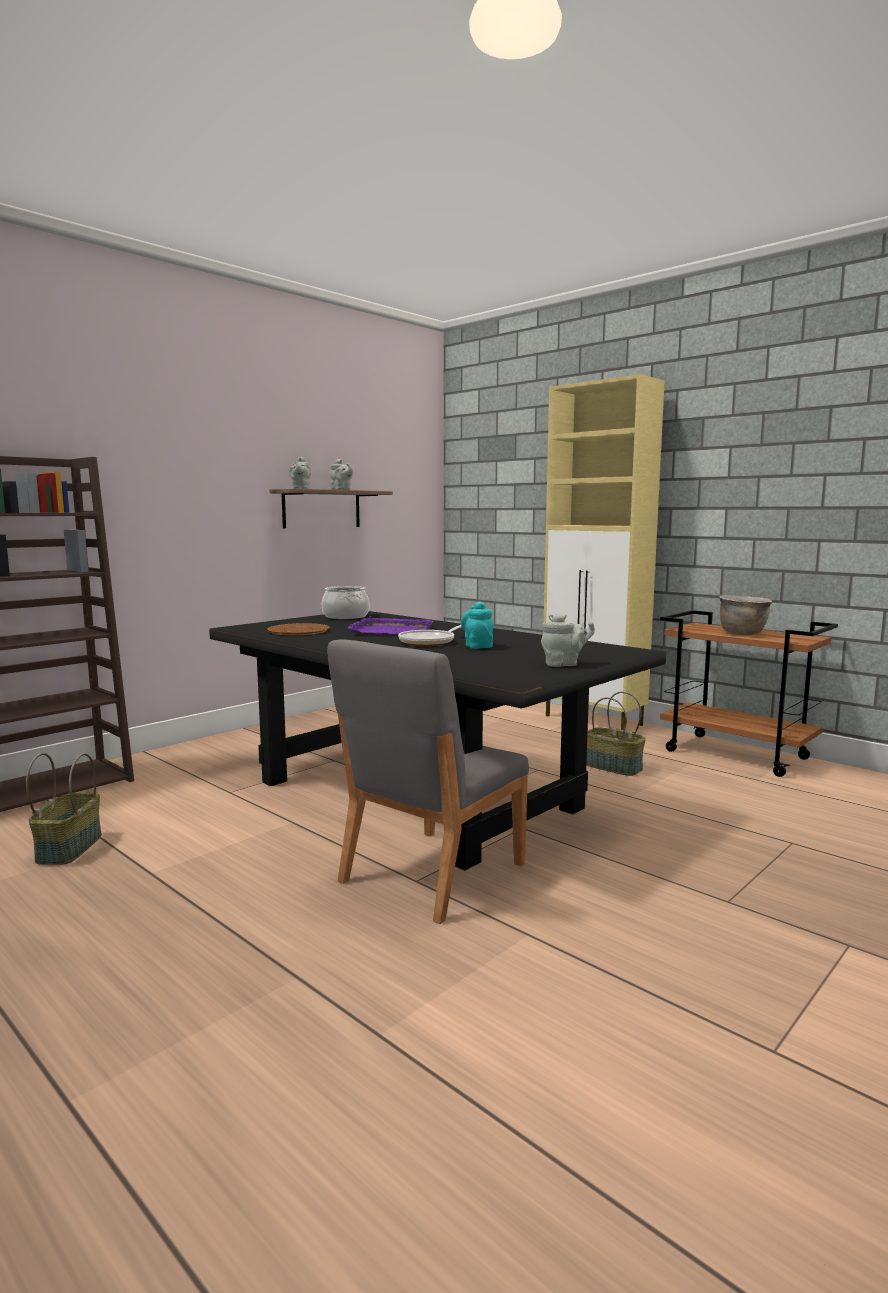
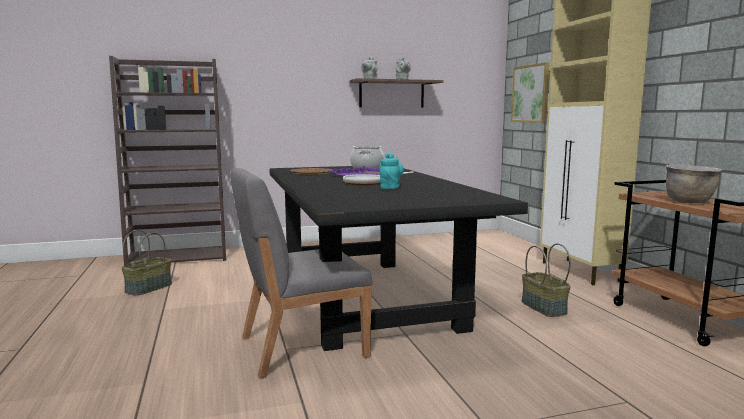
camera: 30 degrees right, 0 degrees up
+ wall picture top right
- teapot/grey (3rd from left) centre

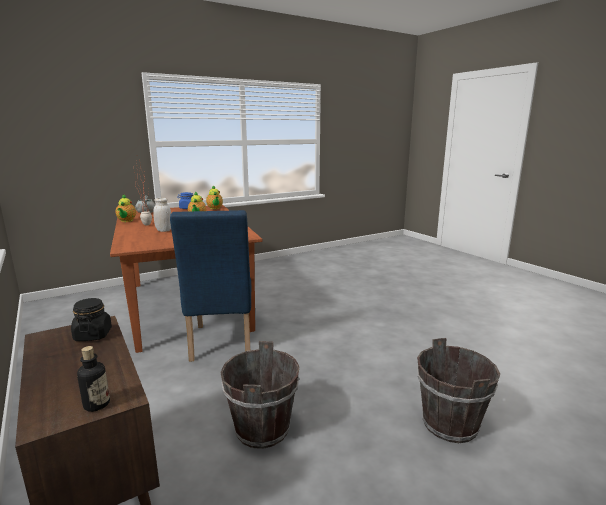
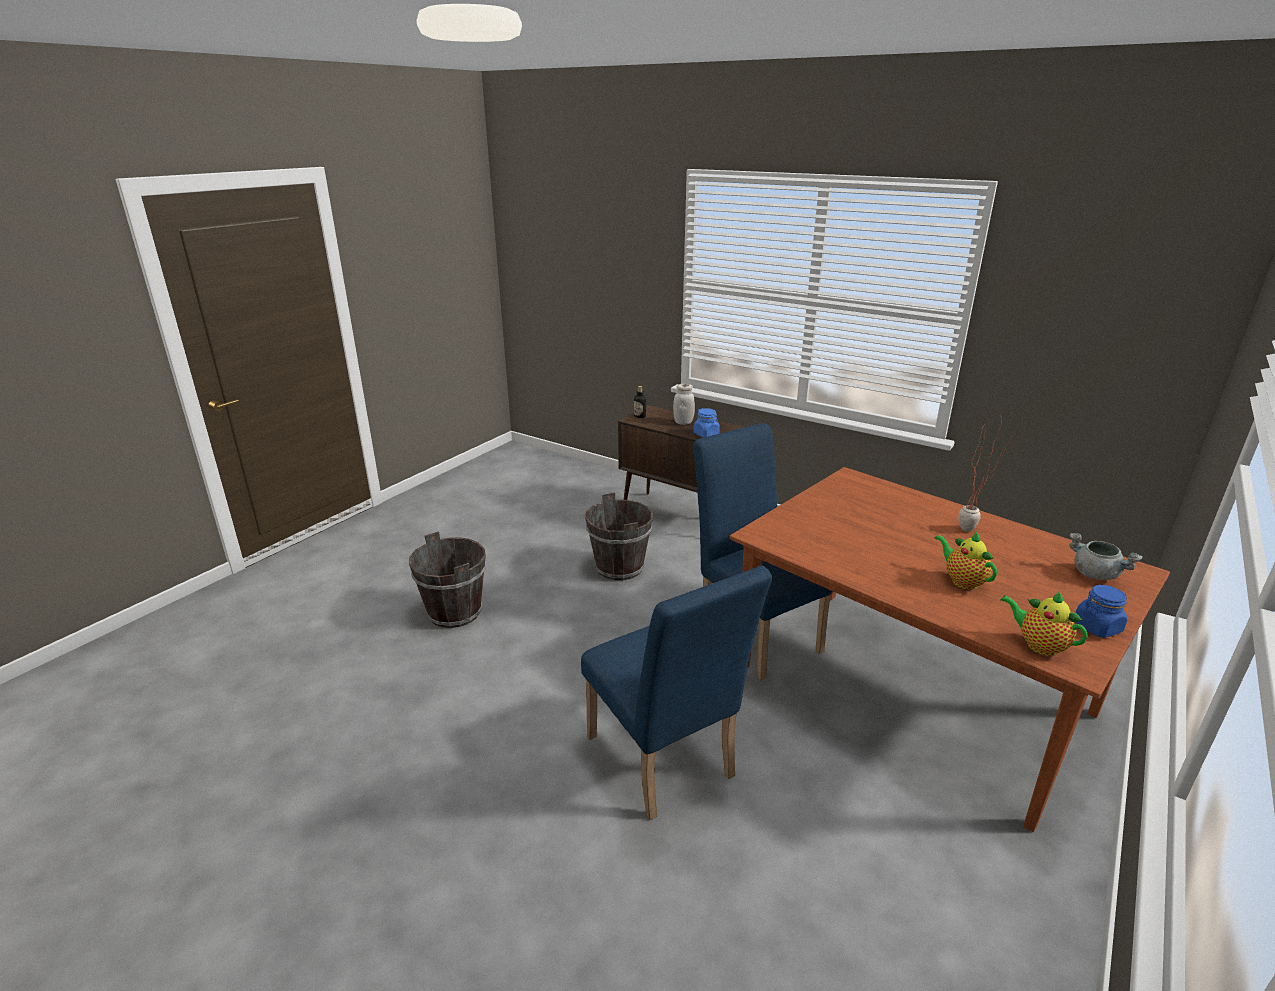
camera: 155 degrees right, 10 degrees up
+ plain chair/blue-coloured (1st from left) bottom centre
~ storage jar/white-coloured middle left to centre
~ storage jar/black middle left to storage jar/blue-coloured (1st from left) centre
- teapot (1st from left) middle left

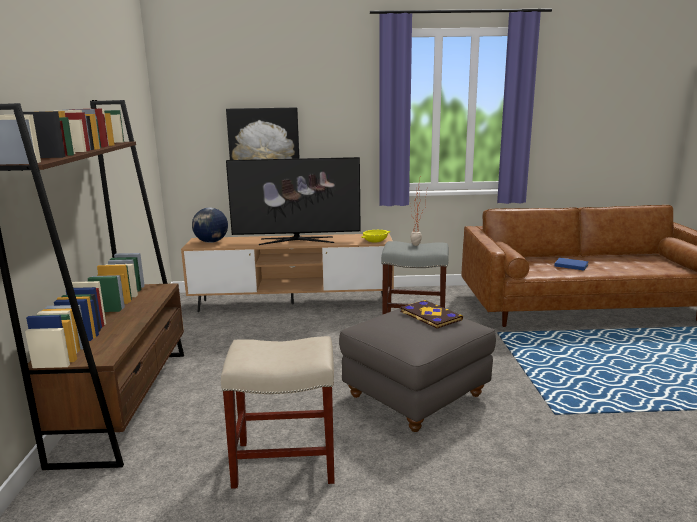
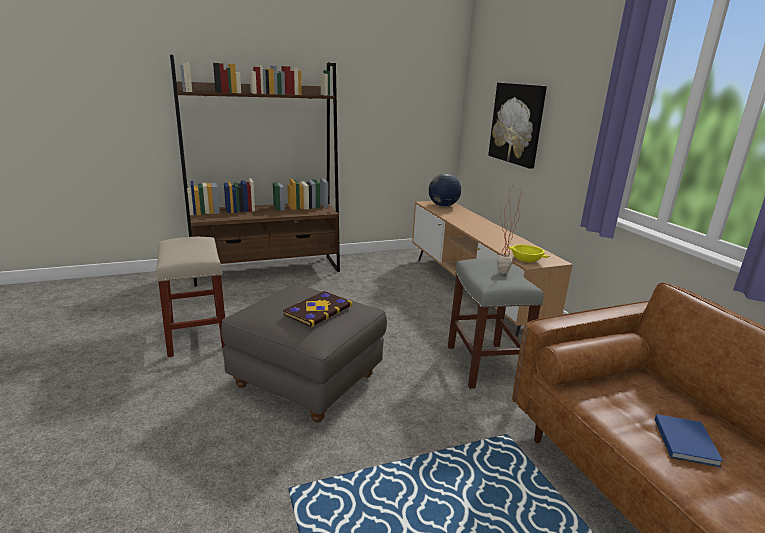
camera: 70 degrees right, 5 degrees up
- television centre

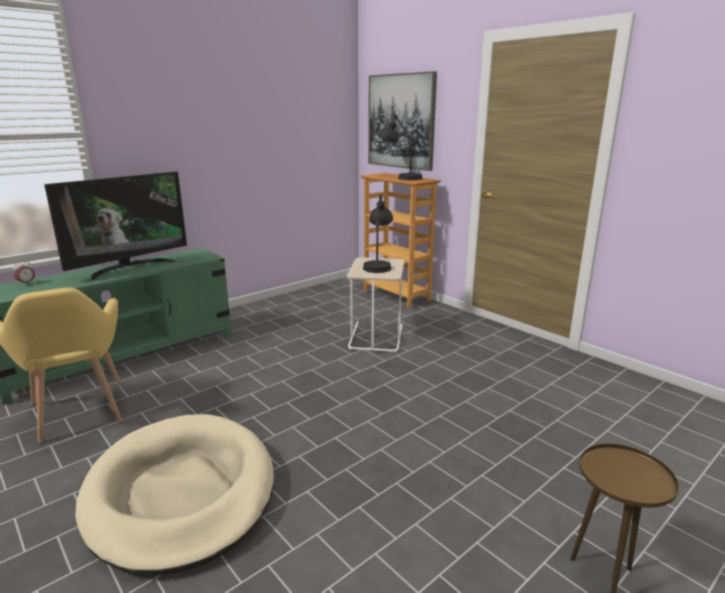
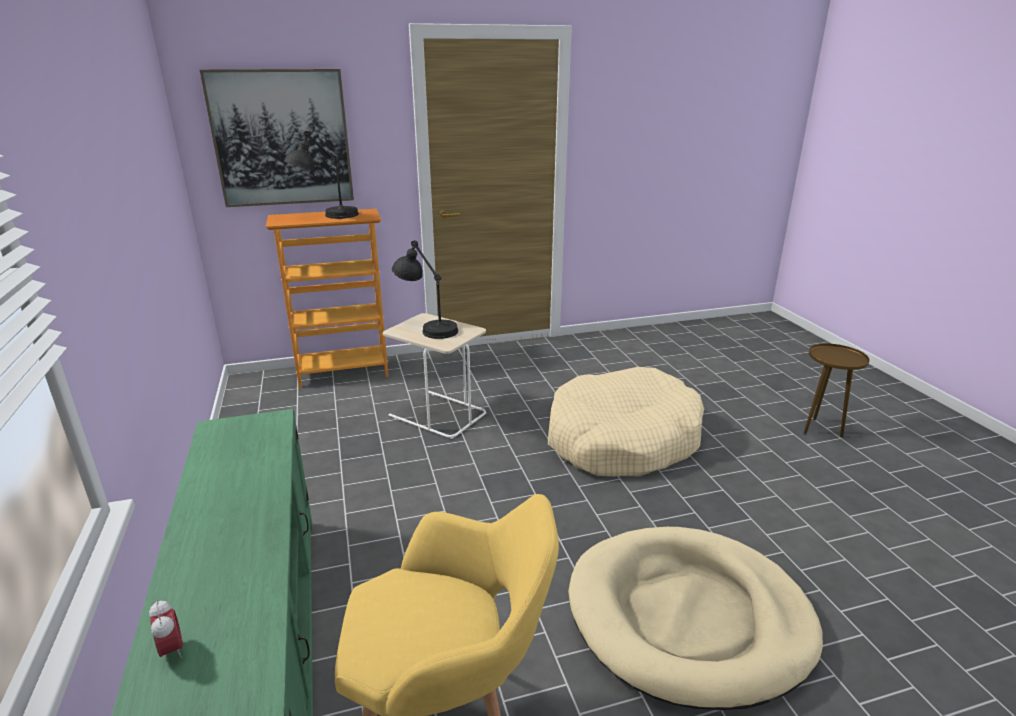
camera: 65 degrees left, 5 degrees up
+ dog cushion/beige (1st from left) centre
- television middle left

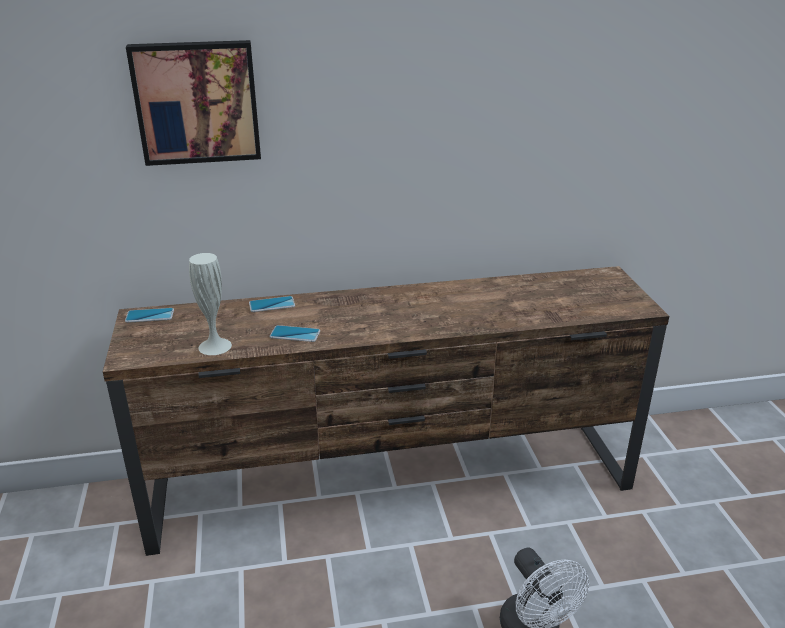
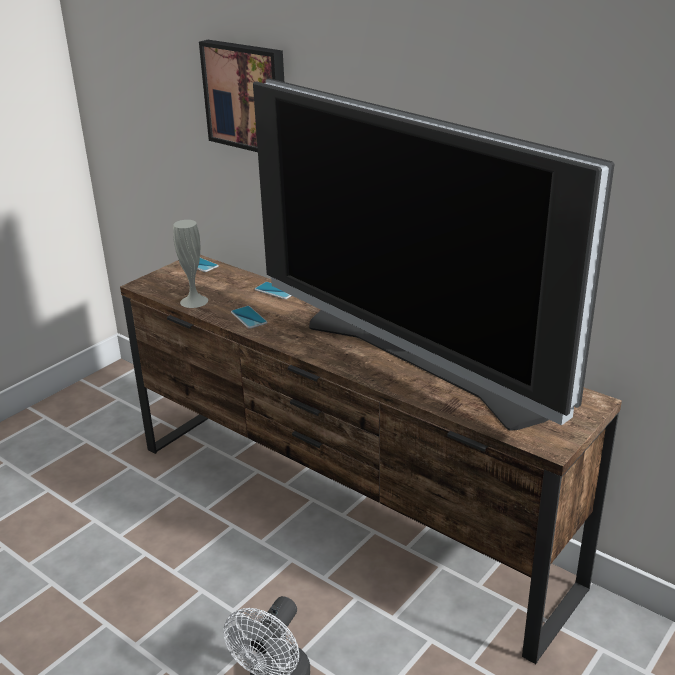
camera: 50 degrees right, 0 degrees up
+ television centre

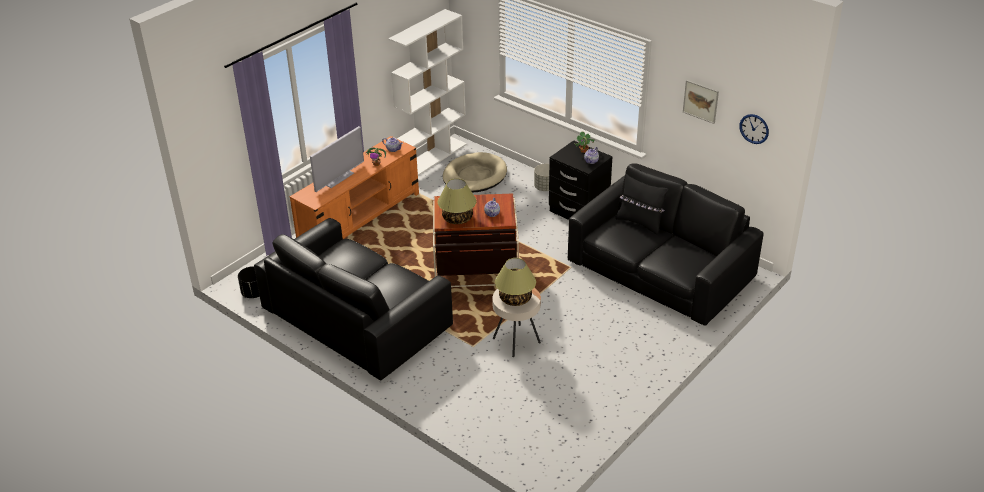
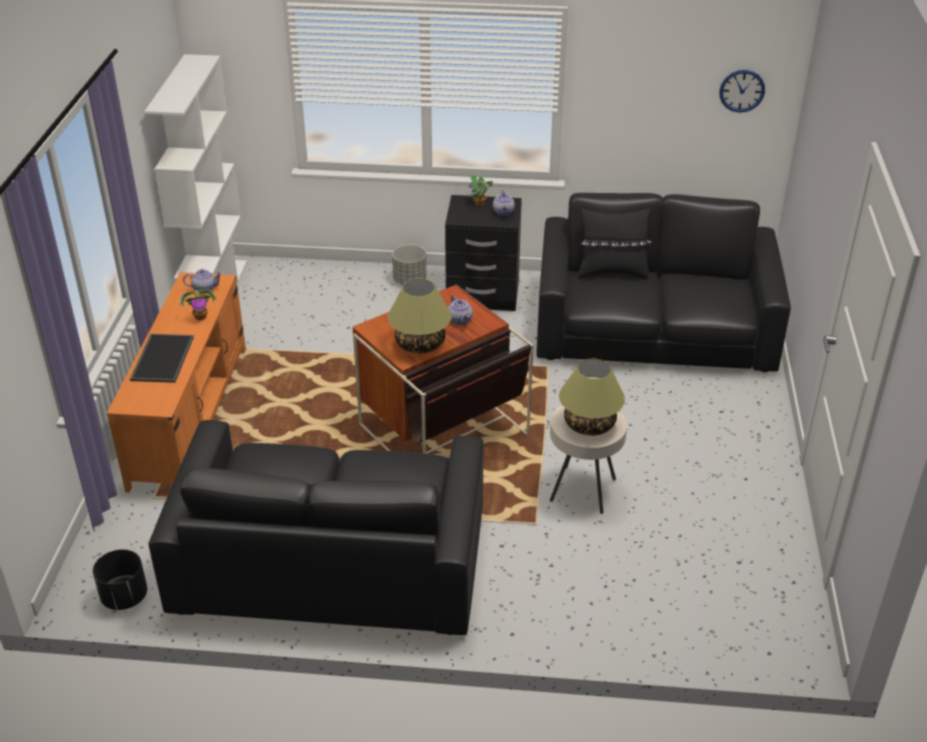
camera: 35 degrees left, 0 degrees up
~ television top centre to tray middle left
- dog cushion/beige centre
- wall picture top right

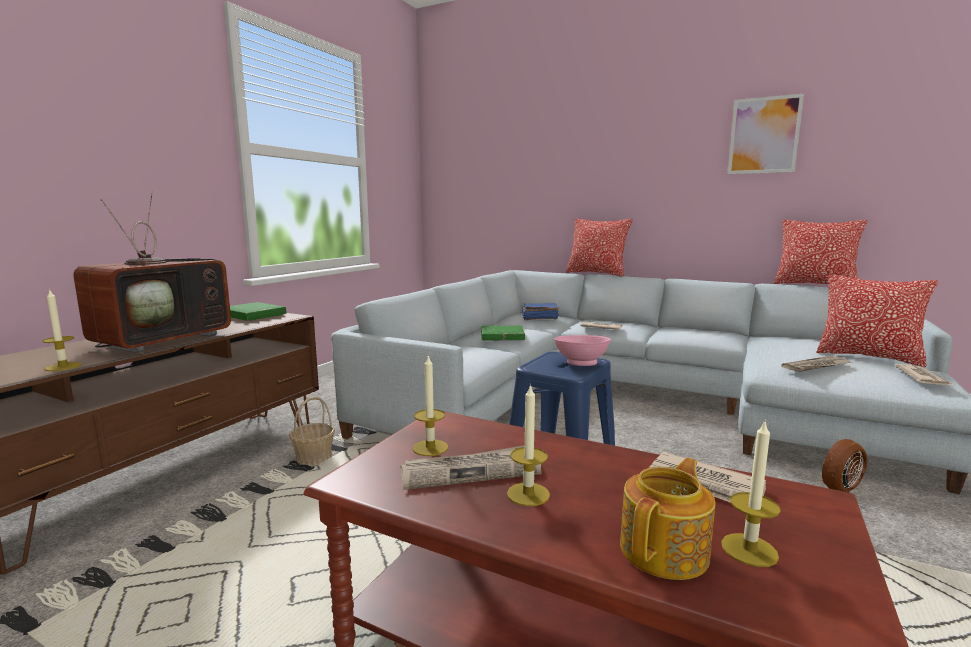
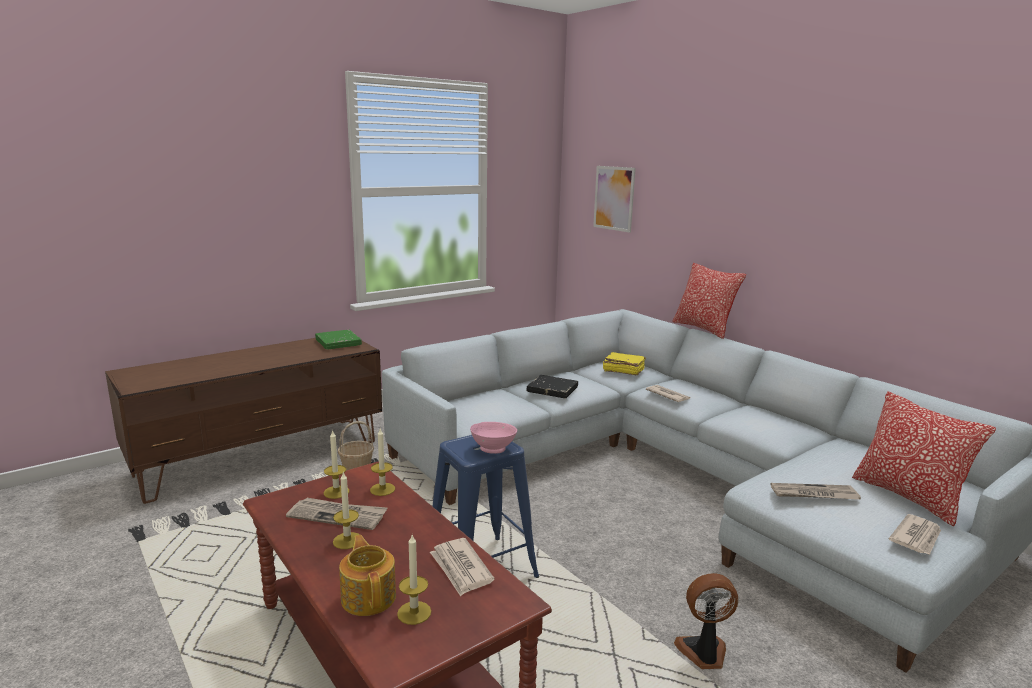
camera: 25 degrees right, 5 degrees up
~ teapot bottom right = bottom centre 90 degrees counterclockwise
~ wax candle (1st from left in the first image) middle left to wax candle (3rd from left) bottom centre
~ book/greenish (2nd from left) centre to book/black centre
~ wall picture top right to top centre
~ book/blue-coloured centre to book/yellow-coloured centre
- television middle left
- cushion (2nd from left) middle right

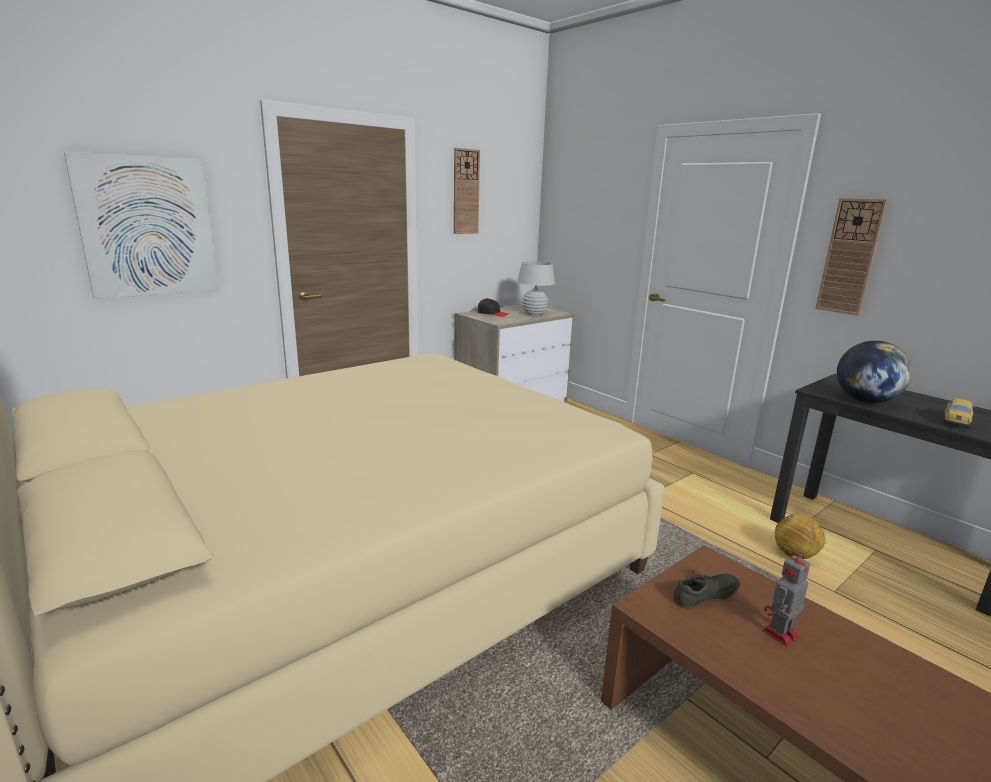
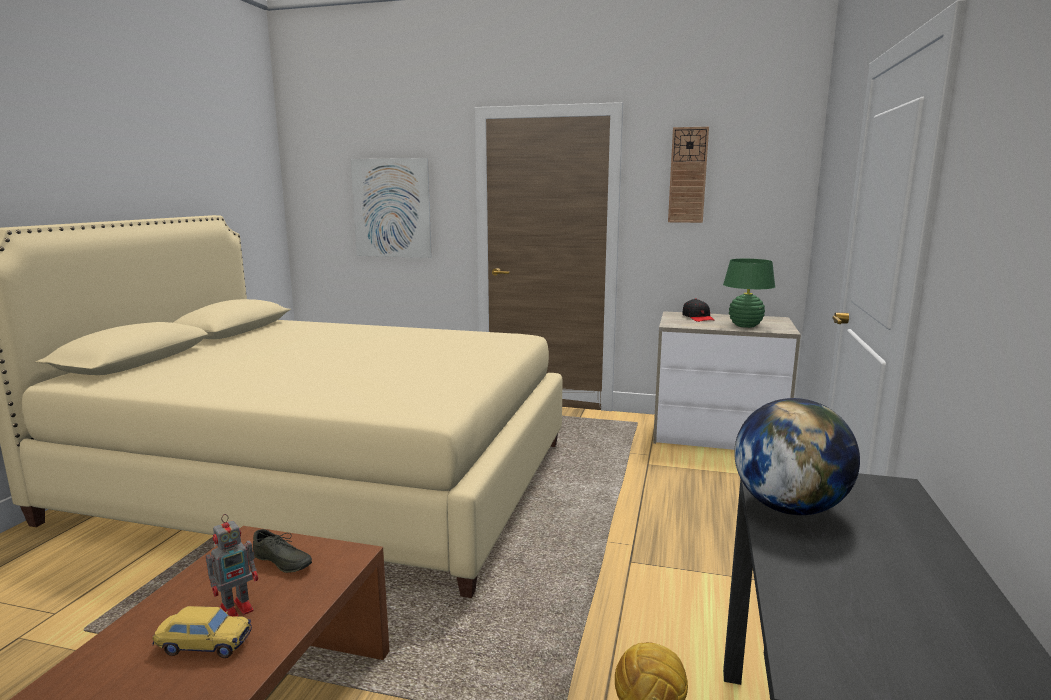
camera: 55 degrees right, 5 degrees down
~ toy car middle right to bottom left
~ model robot bottom right = bottom left 120 degrees clockwise
~ tabletop lamp/white-coloured centre to tabletop lamp/greenish middle right
- clock on the wall (2nd from left) top right

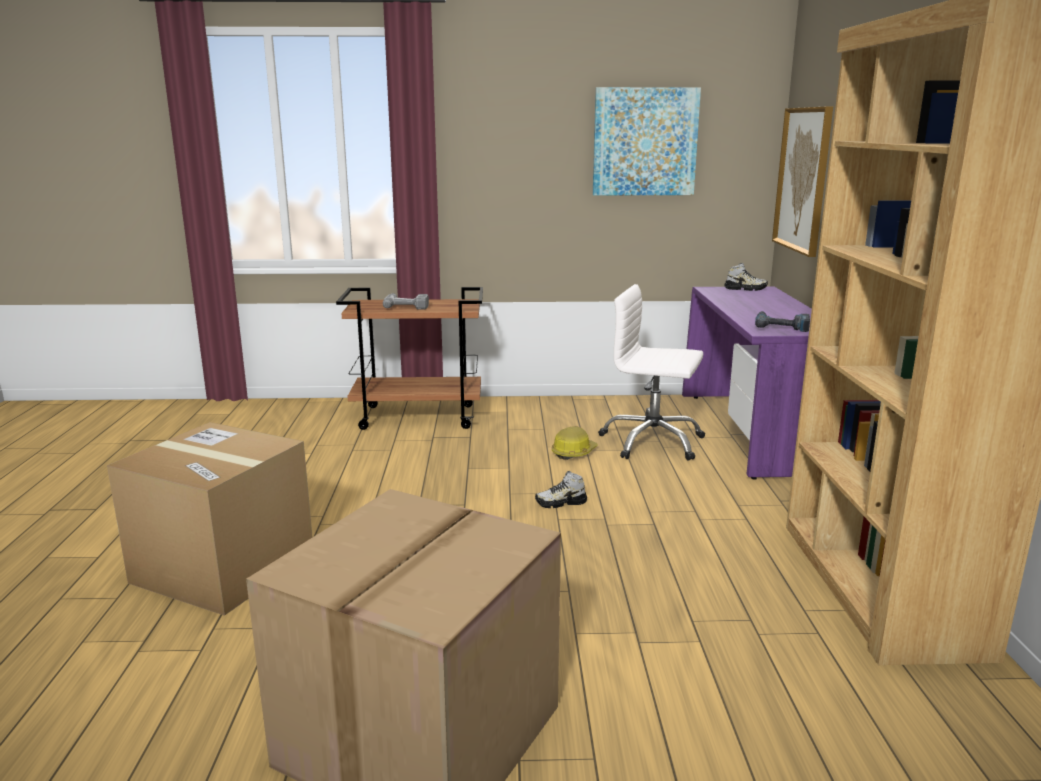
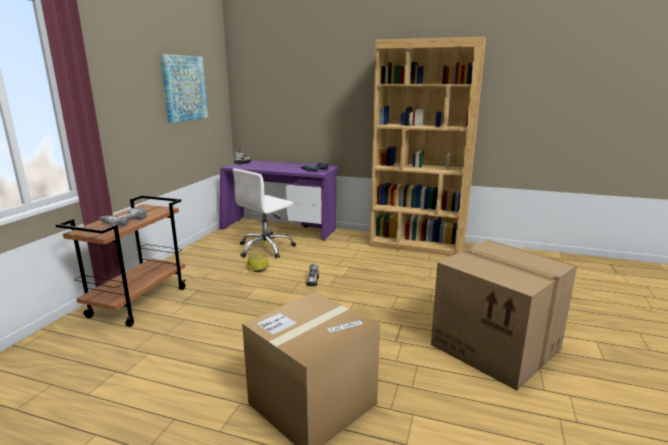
camera: 70 degrees left, 0 degrees up
- wall picture (2nd from left) top right

